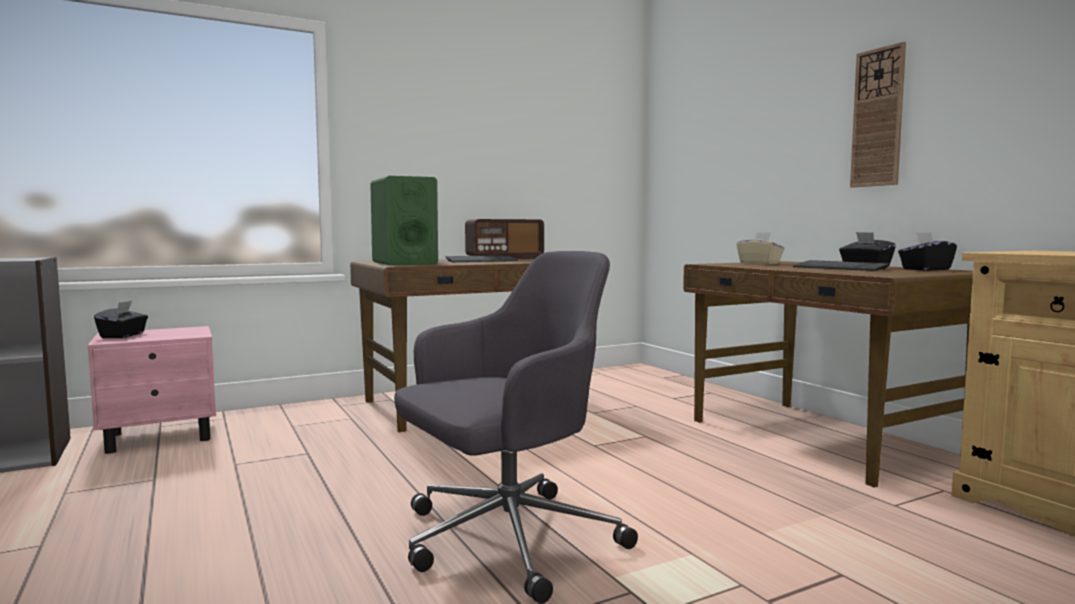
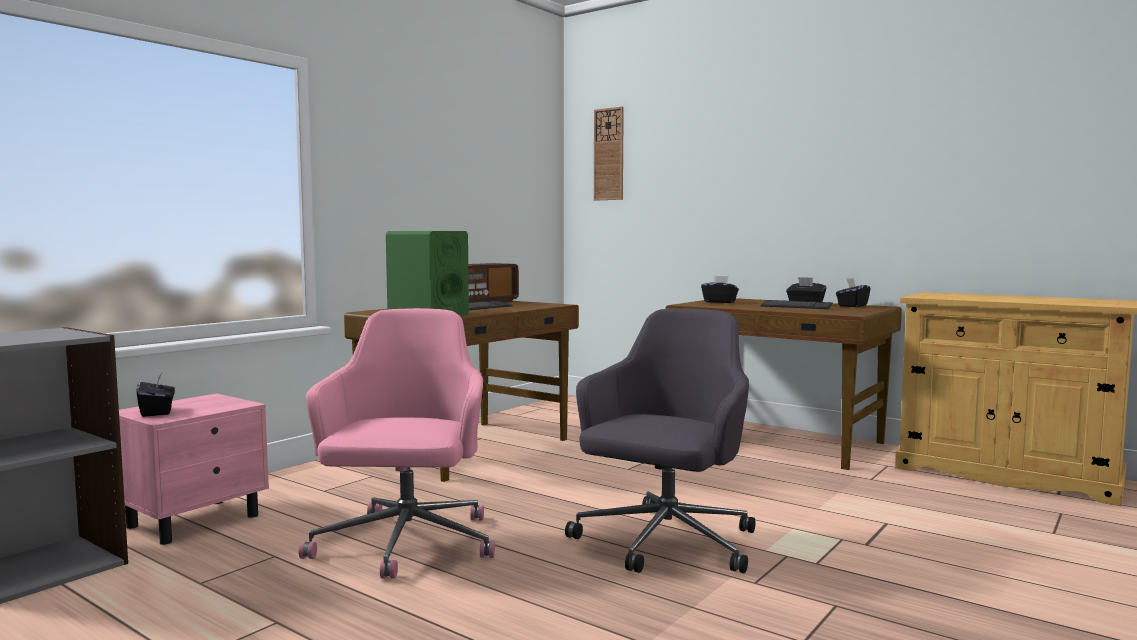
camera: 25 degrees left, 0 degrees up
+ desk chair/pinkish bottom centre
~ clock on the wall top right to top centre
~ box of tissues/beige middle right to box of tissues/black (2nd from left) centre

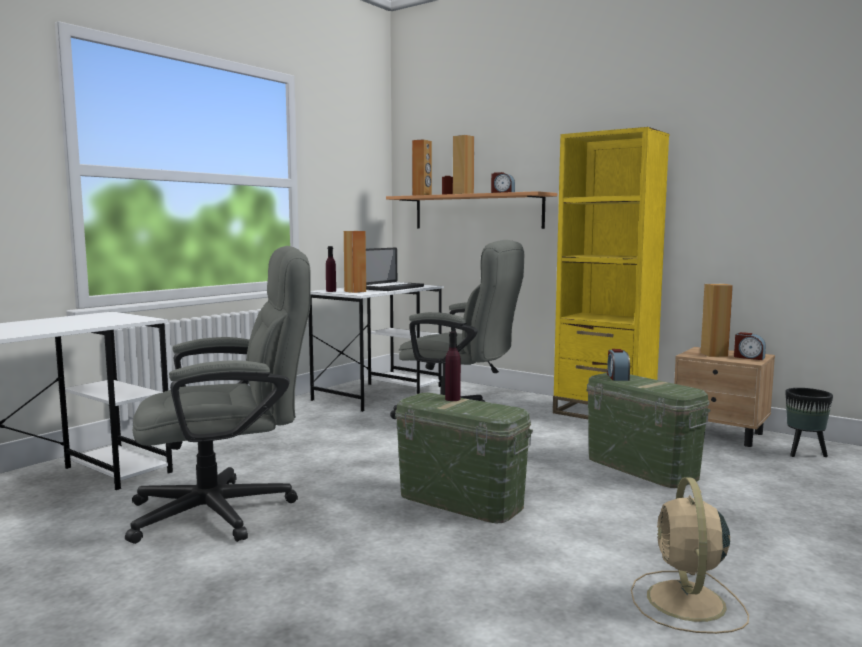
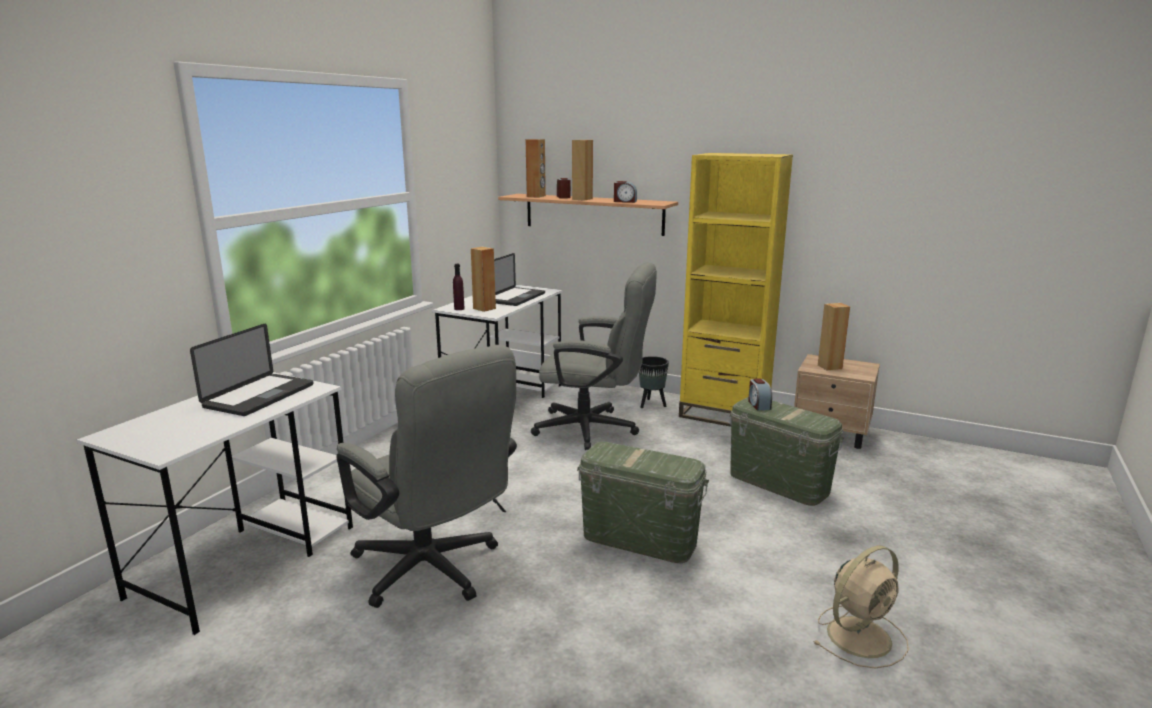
camera: 10 degrees left, 10 degrees up
+ notebook computer (1st from left) middle left
~ desk chair/grey (1st from left) middle left = bottom centre 75 degrees clockwise
~ planter/black middle right to centre
~ fan/beige bottom right = bottom right 120 degrees counterclockwise
- drink bottle/purple (2nd from left) centre
- alarm clock (4th from left) middle right

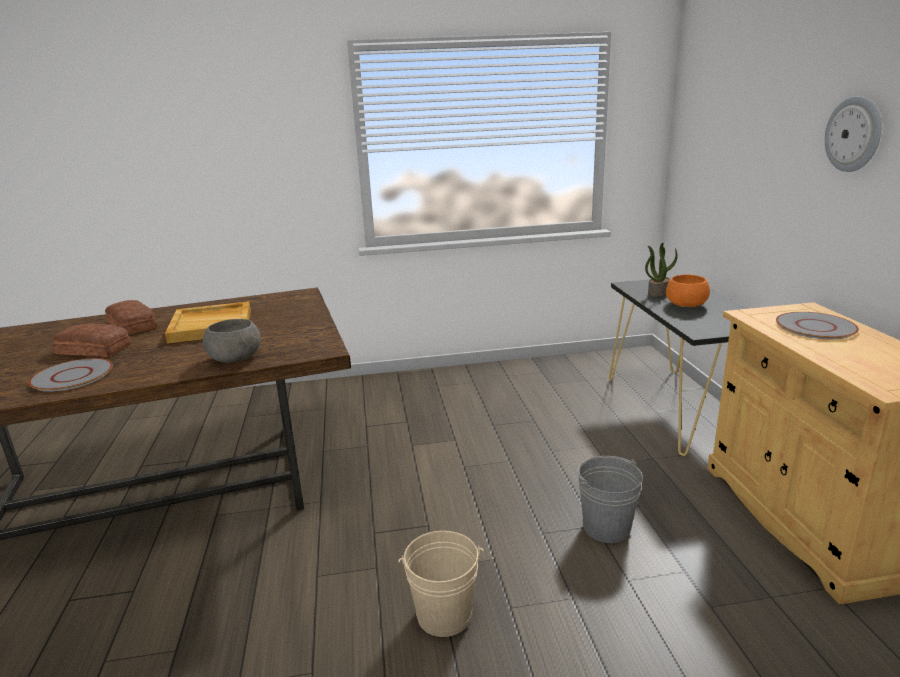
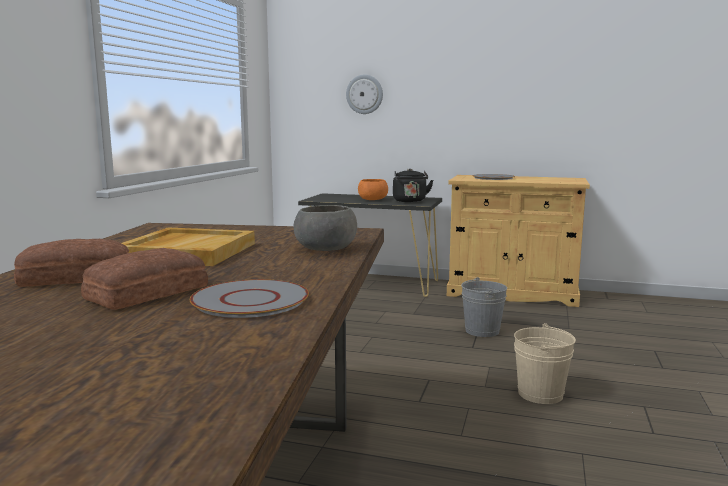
camera: 65 degrees left, 10 degrees down
~ clock on the wall top right to top centre
+ kettle/black centre
- plant in a pot middle right

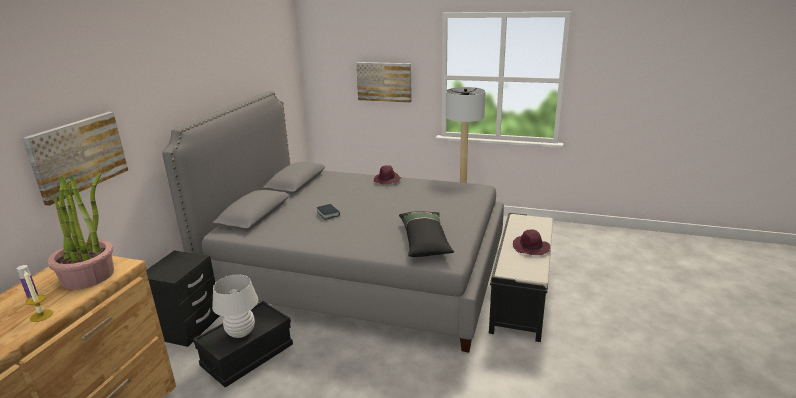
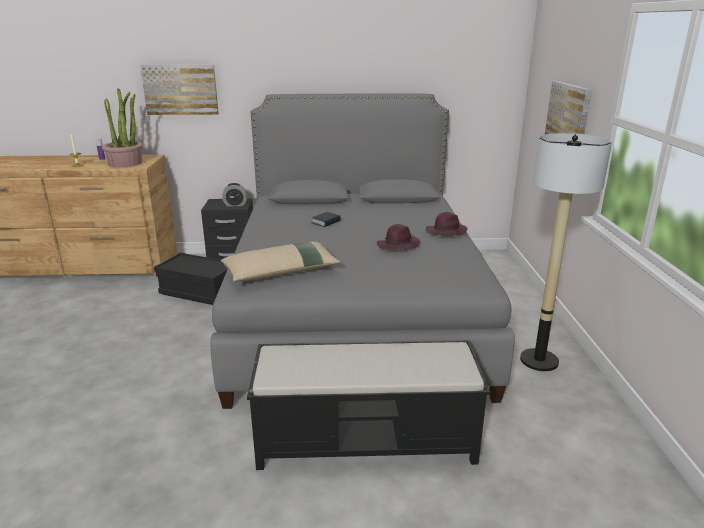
camera: 70 degrees right, 0 degrees up
~ cushion/black centre to cushion/beige centre
+ alarm clock middle left
~ wearable hat/purple (2nd from left in the first image) middle right to wearable hat/purple (1st from left) centre
- tabletop lamp/white-coloured bottom left

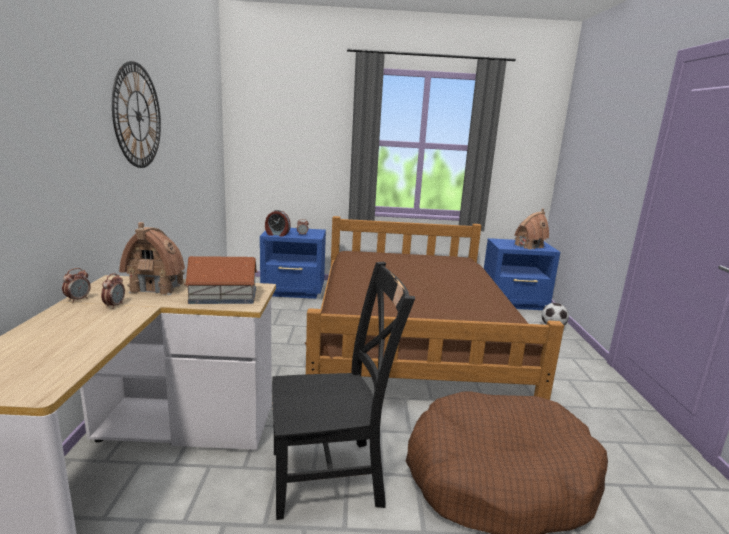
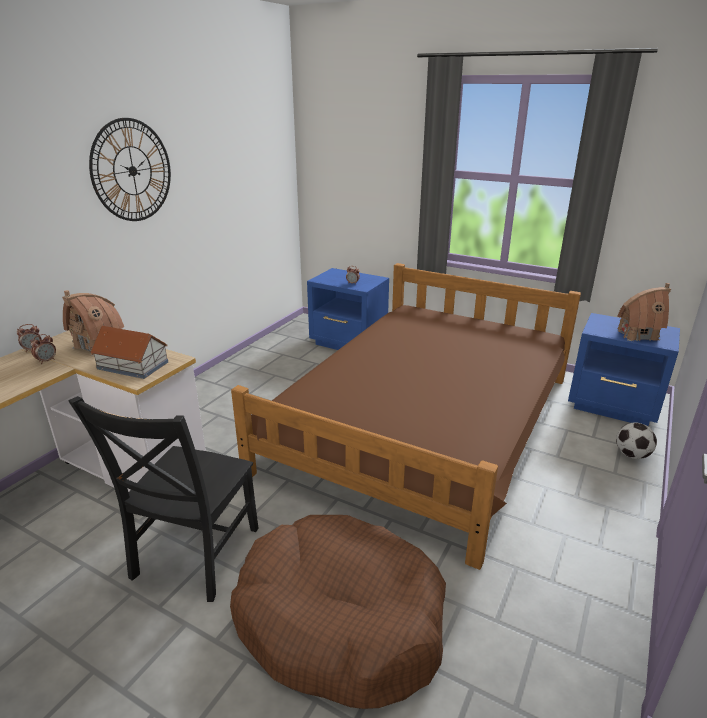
camera: 30 degrees right, 10 degrees up
~ plain chair/black bottom centre = bottom left 90 degrees clockwise
- alarm clock (3rd from left) centre

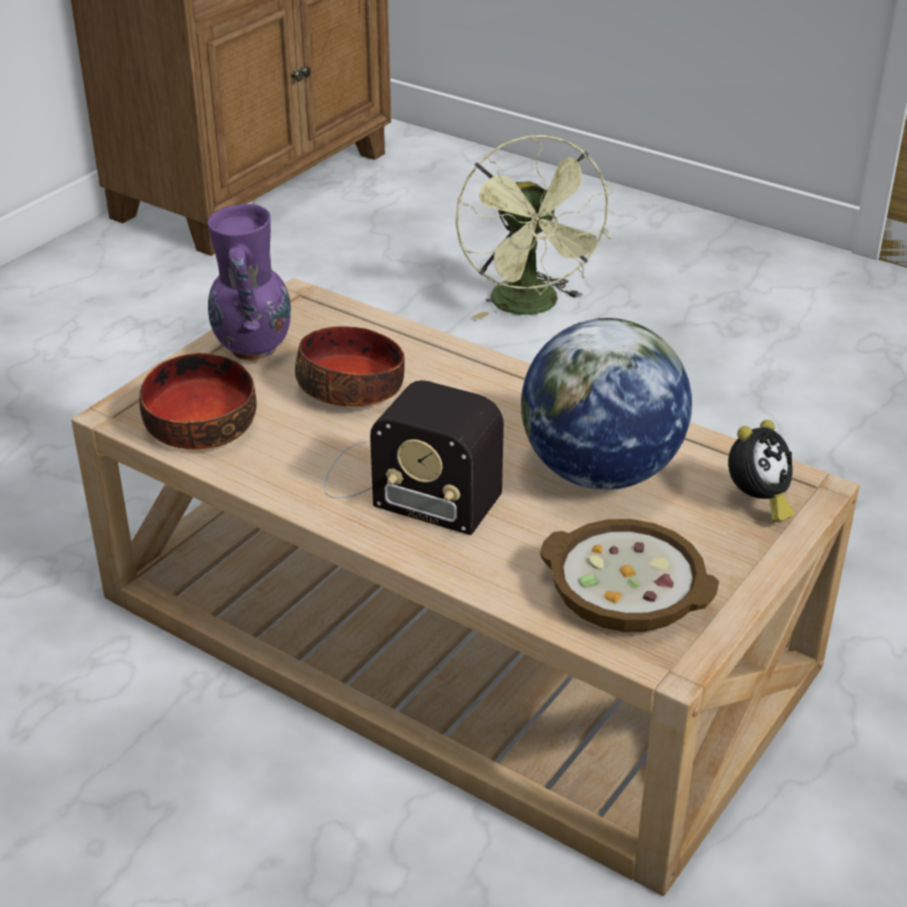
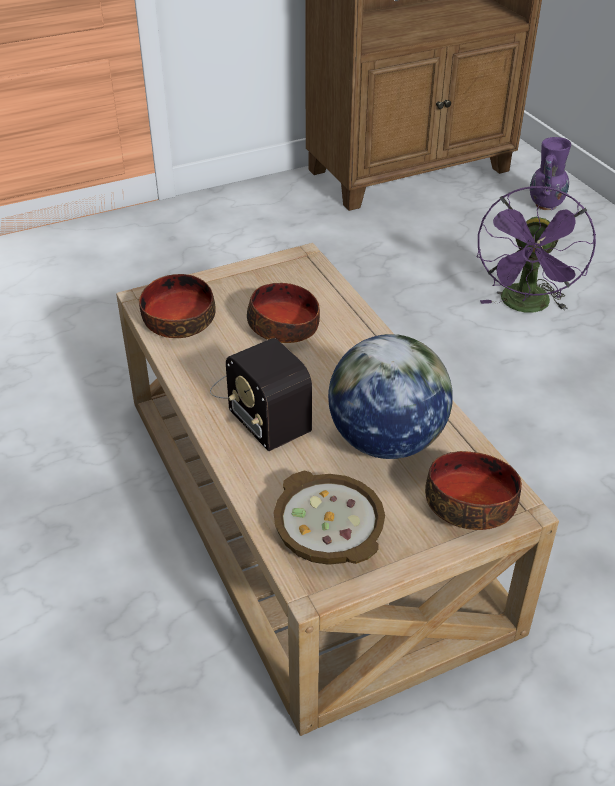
camera: 30 degrees right, 5 degrees up
~ alarm clock middle right to serving bowl (4th from left) middle right
~ fan/greenish top centre to fan/purple top right
~ decorative vase/purple top left to top right

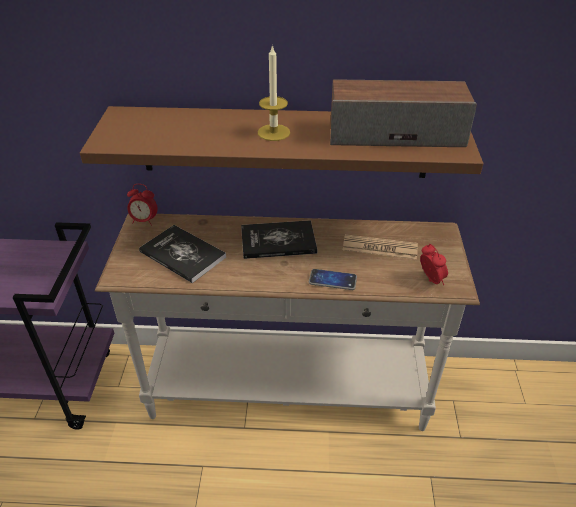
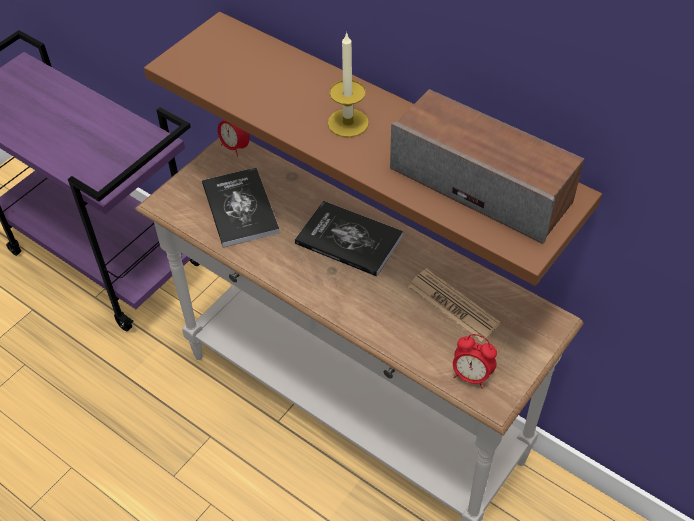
camera: 35 degrees right, 10 degrees up
~ alarm clock (2nd from left) middle right = bottom right 105 degrees clockwise
- handset centre

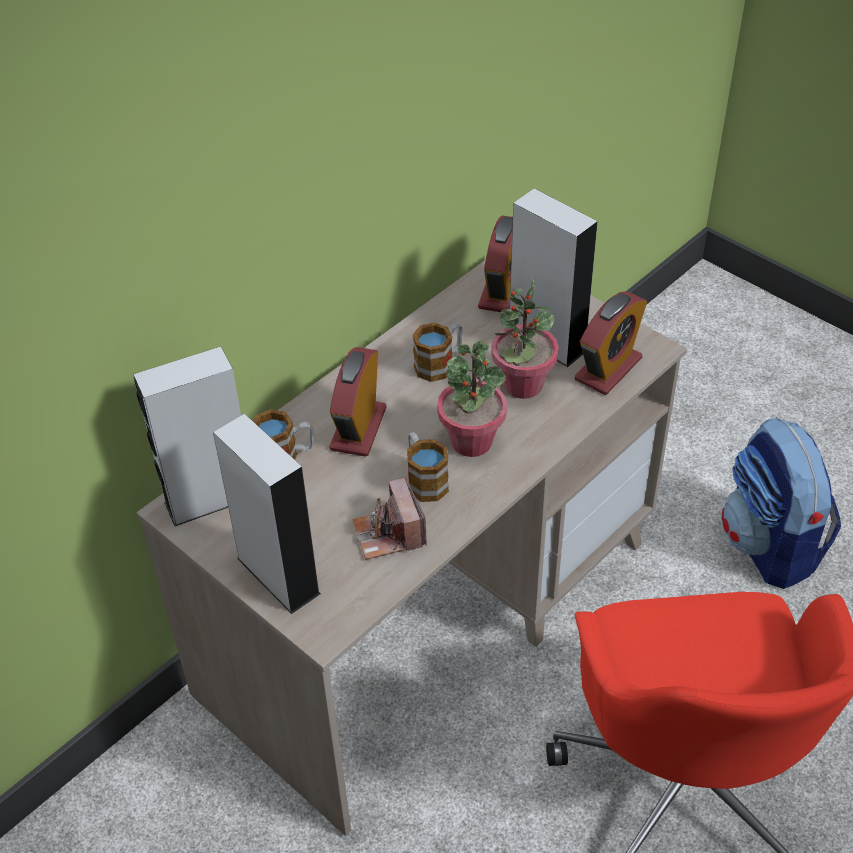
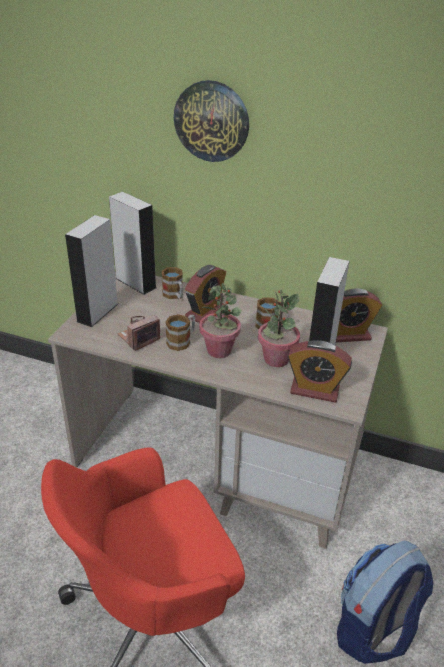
camera: 65 degrees right, 10 degrees down
+ clock on the wall top centre
~ alarm clock (1st from left) centre = centre 135 degrees clockwise

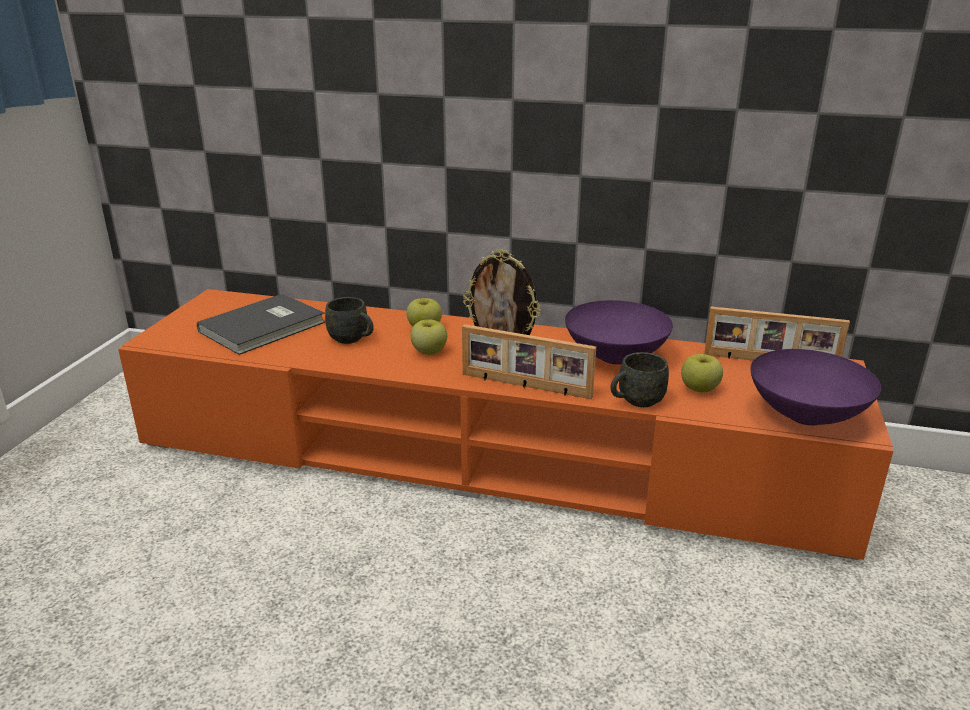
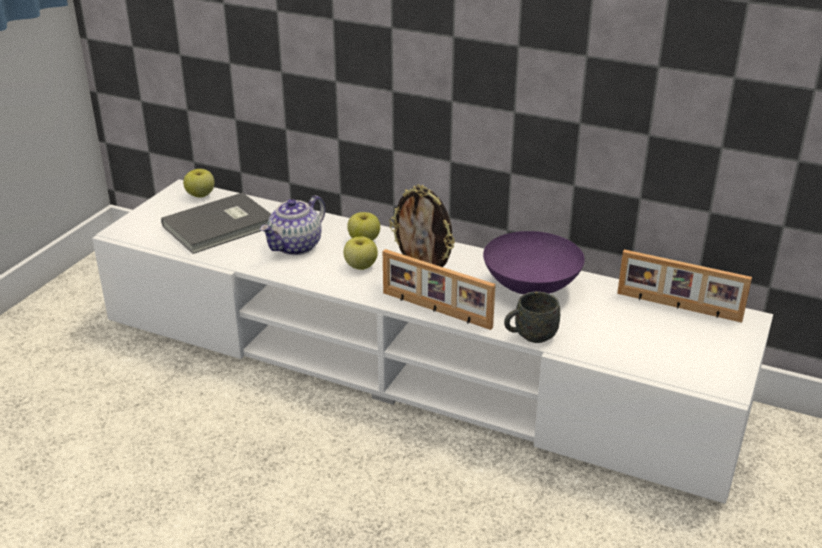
camera: 10 degrees right, 5 degrees up
~ media console/orangey centre to media console/white-coloured centre
~ apple fruit (3rd from left in the first image) middle right to apple fruit (1st from left) middle left
~ coffee mug/grey (1st from left) centre to teapot centre
- serving bowl/purple (2nd from left) middle right

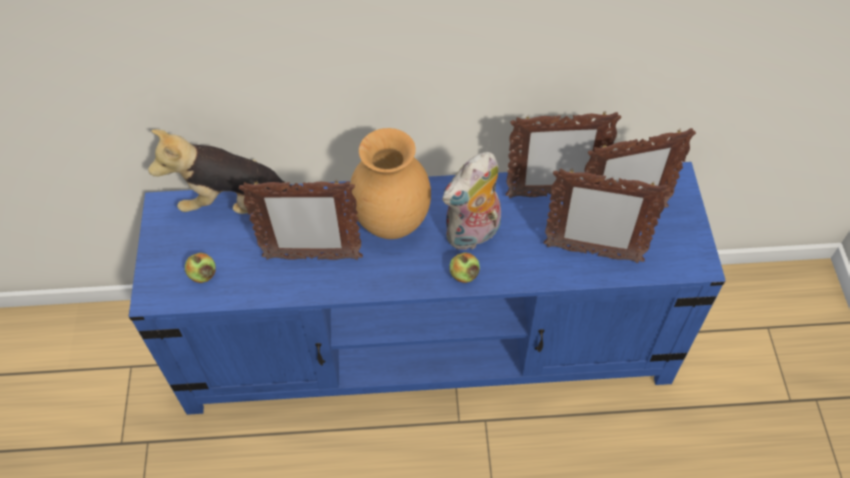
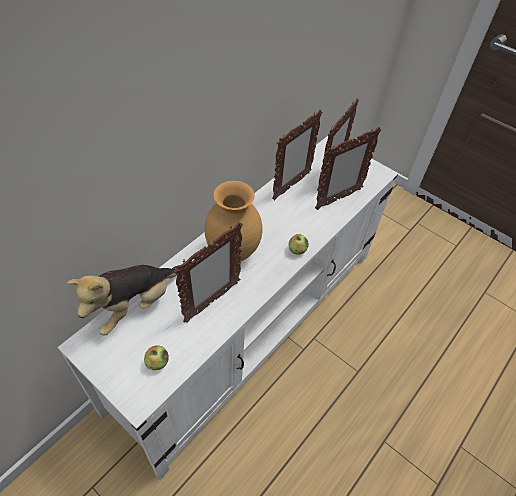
camera: 50 degrees left, 5 degrees down
~ media console/blue-coloured centre to media console/white-coloured centre
- plush toy (2nd from left) centre

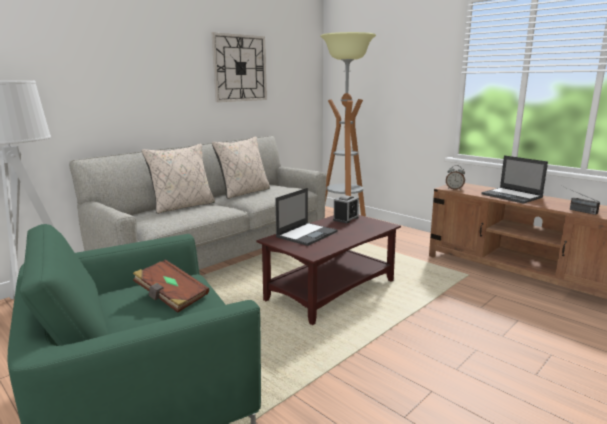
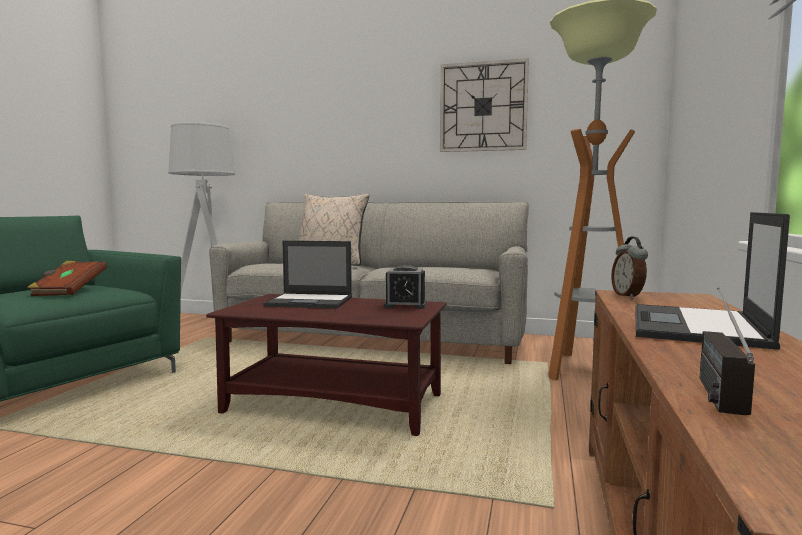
camera: 60 degrees right, 10 degrees down
- cushion/beige (2nd from left) centre

